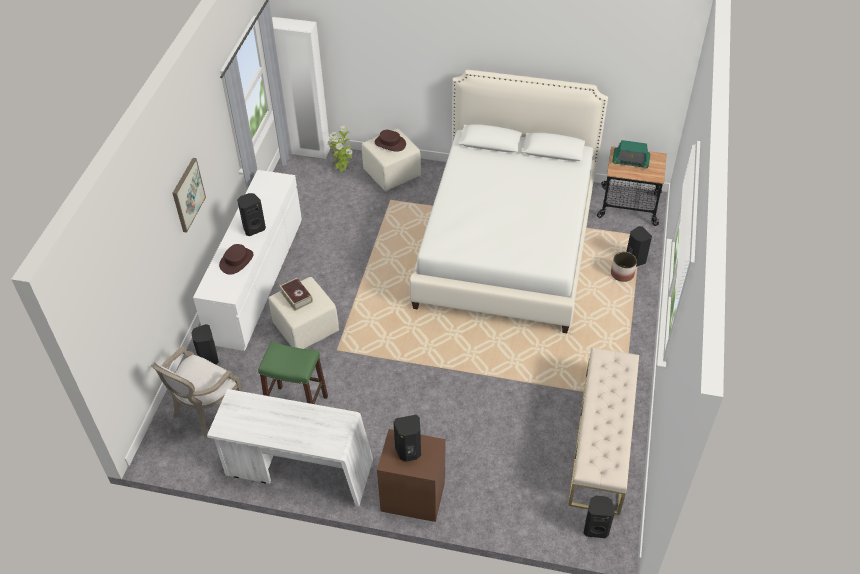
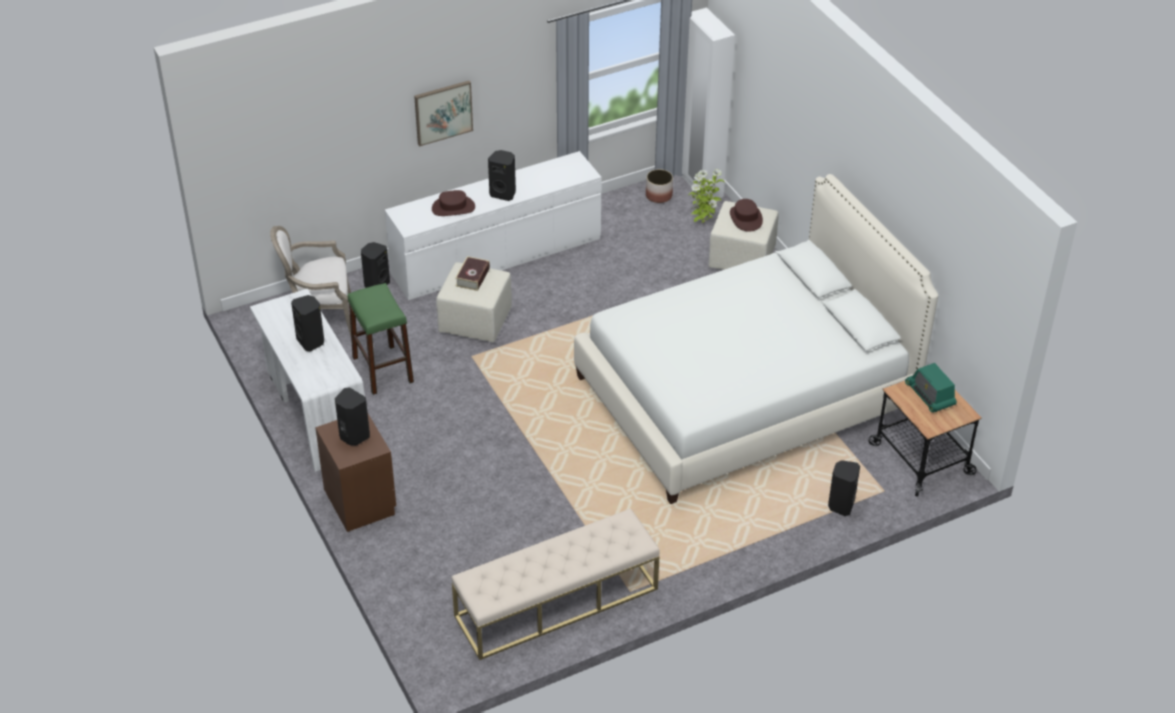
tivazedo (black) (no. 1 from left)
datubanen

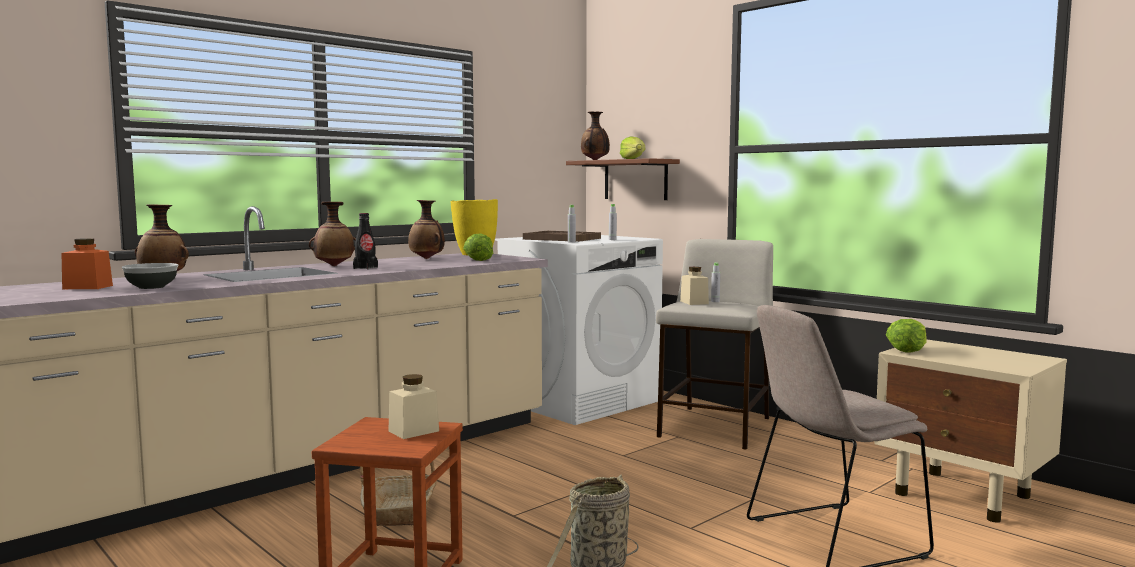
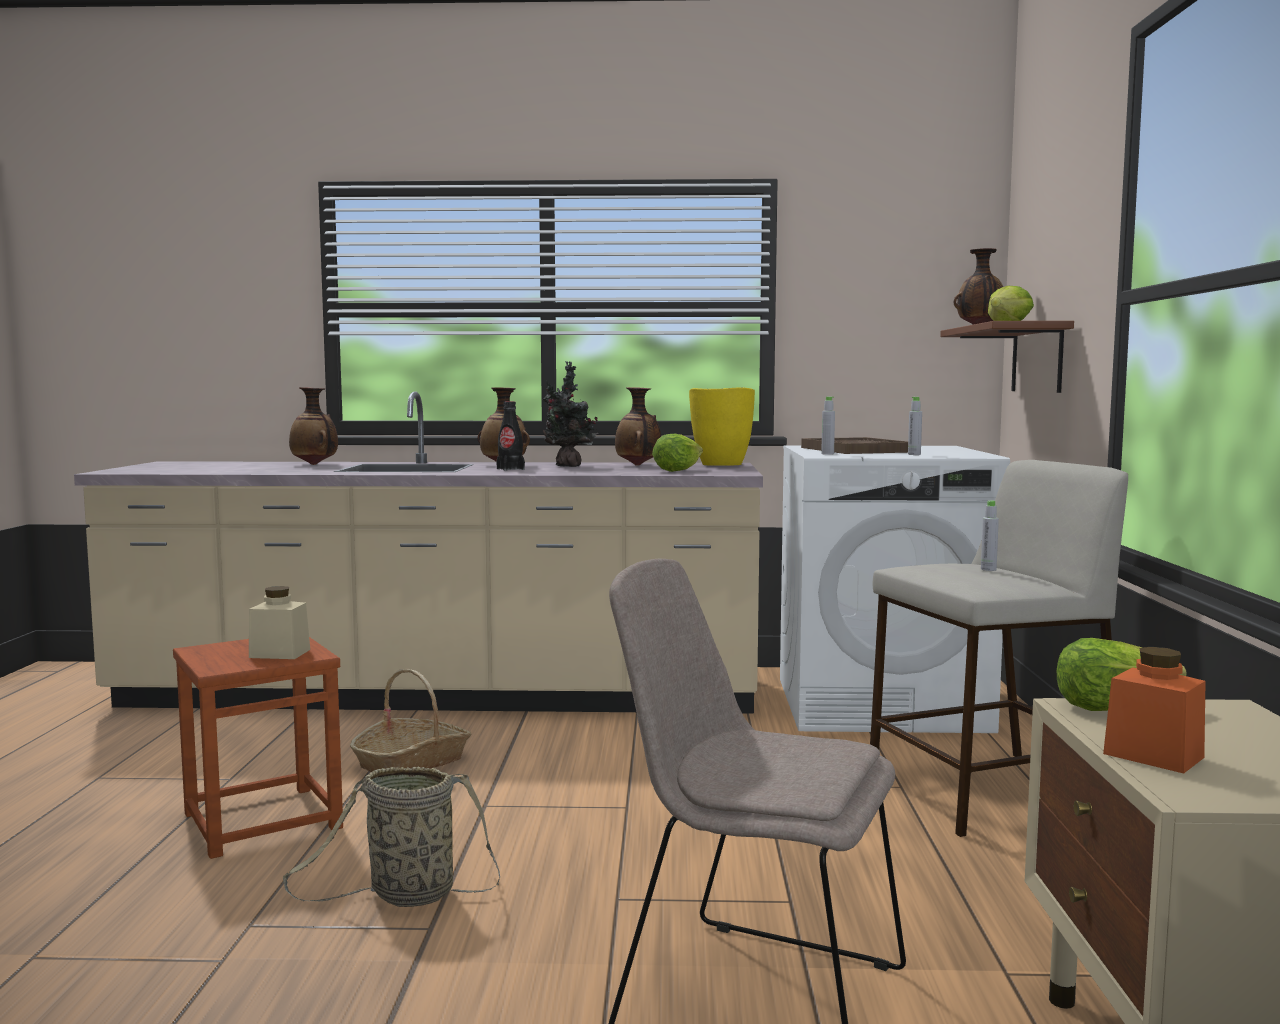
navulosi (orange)
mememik
navulosi (beige) (no. 2 from left in the first image)
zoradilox

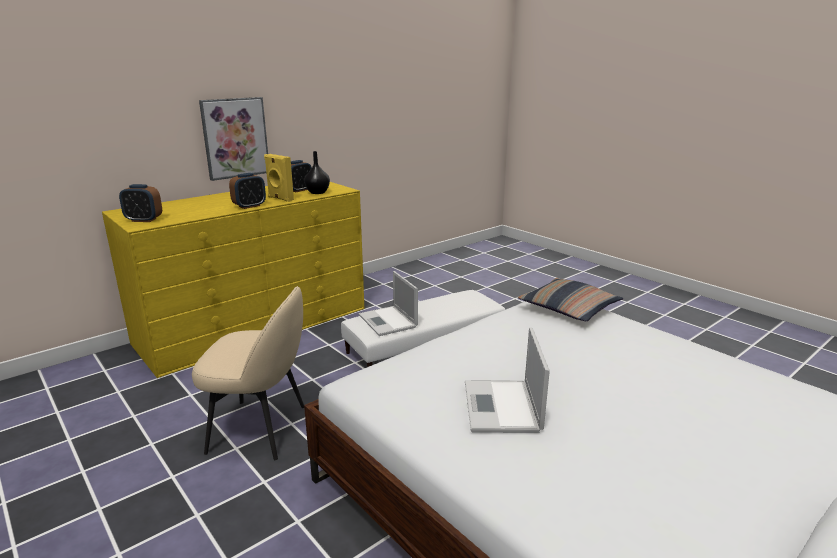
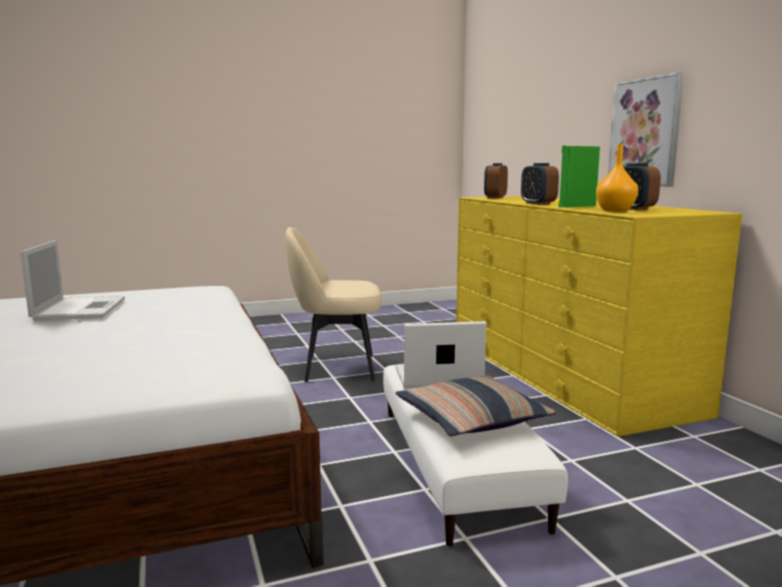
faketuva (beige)
tivazedo (green)
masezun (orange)
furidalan (no. 1 from left)
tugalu

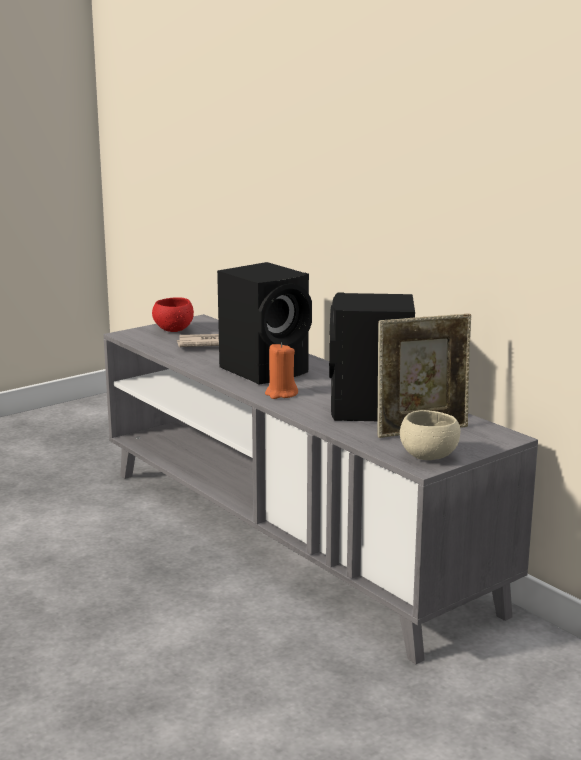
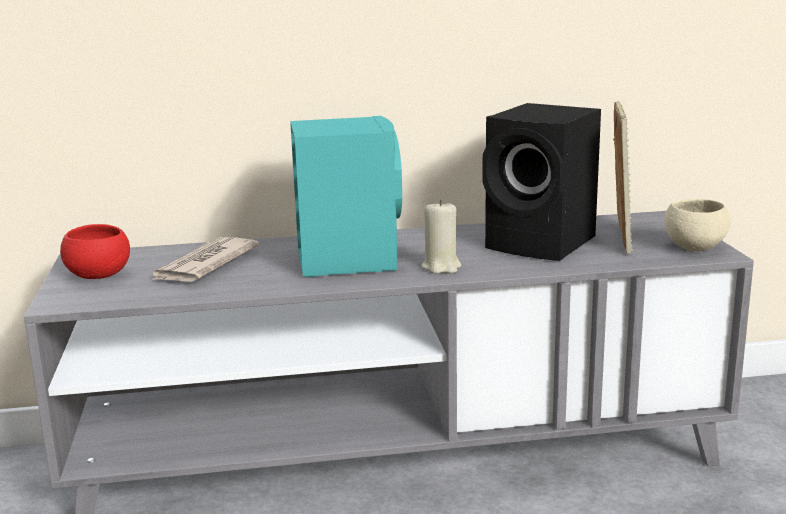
tivazedo (turquoise)
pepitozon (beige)

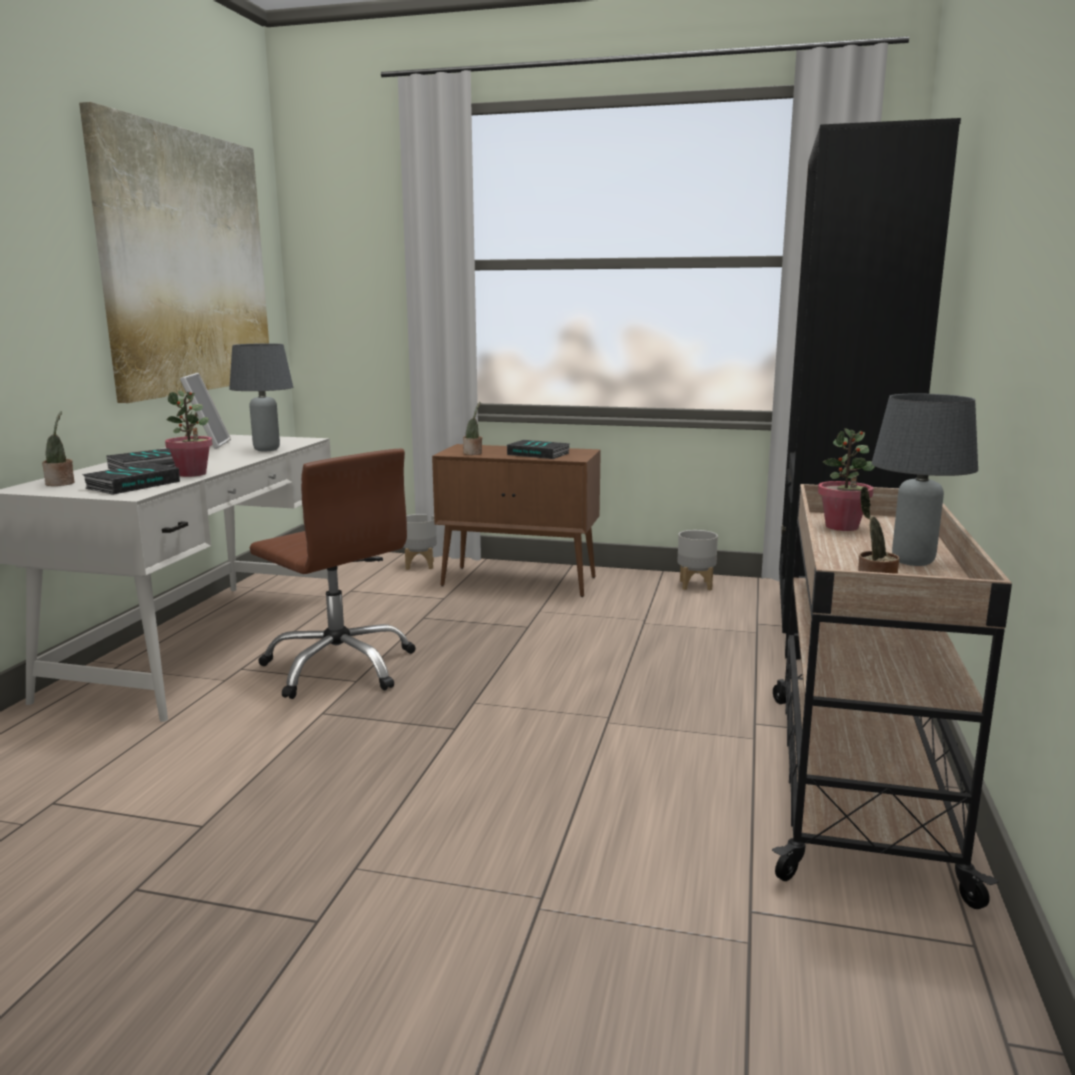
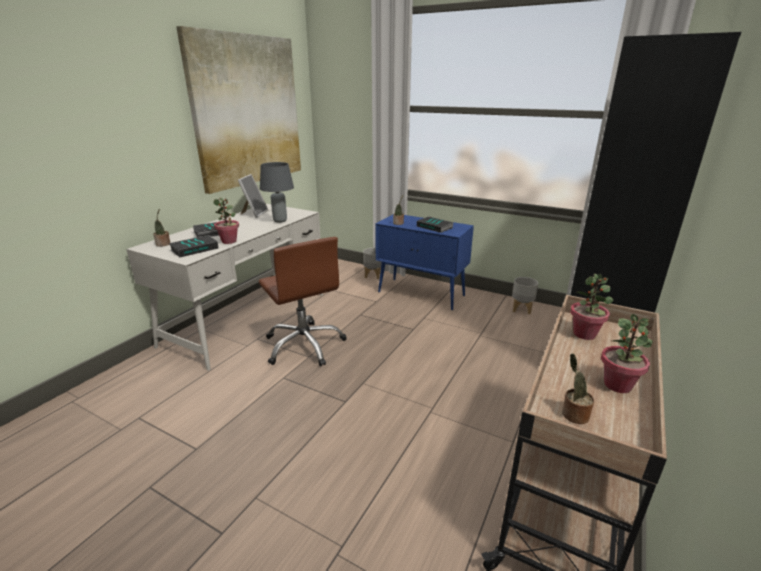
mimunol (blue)
zoradilox (no. 6 from left)

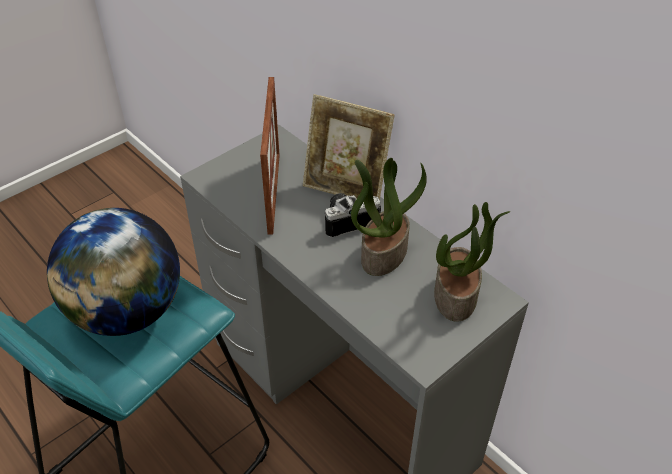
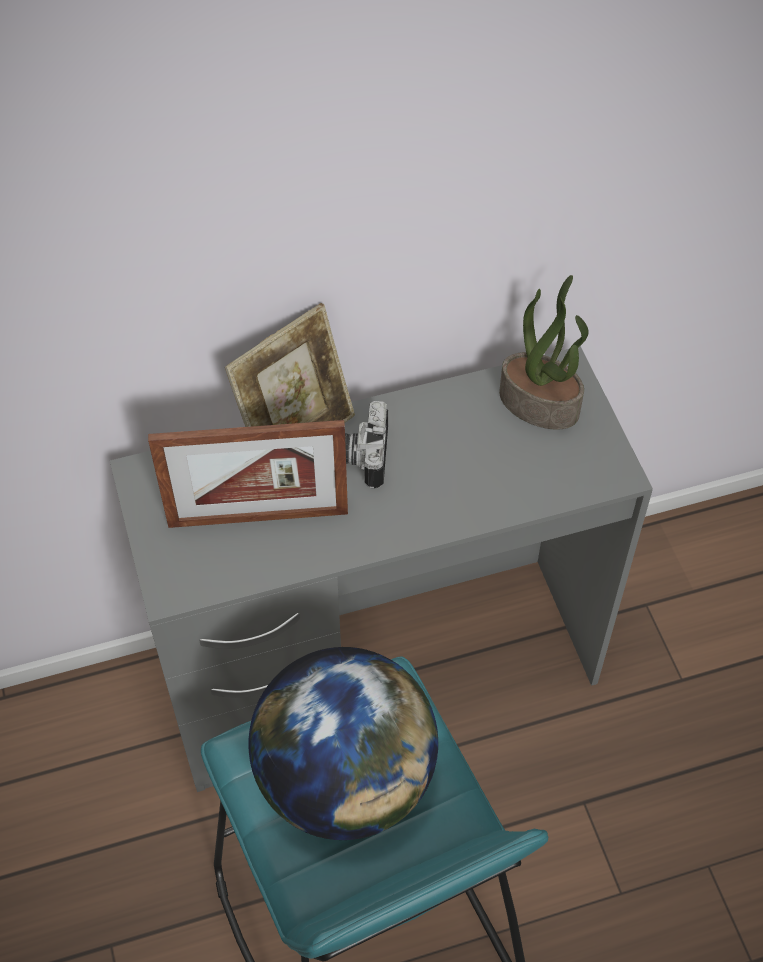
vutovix (no. 1 from left)
zoradilox (no. 1 from left in the first image)

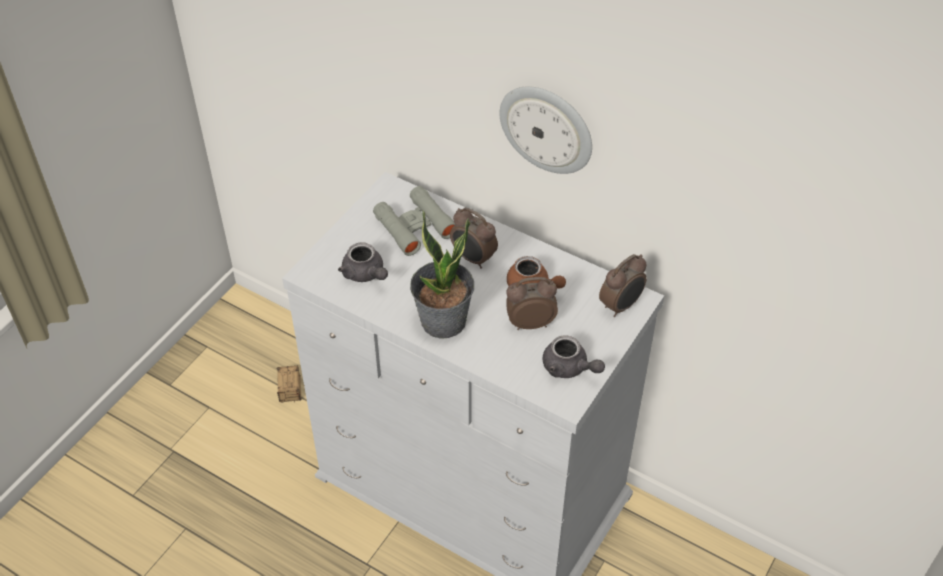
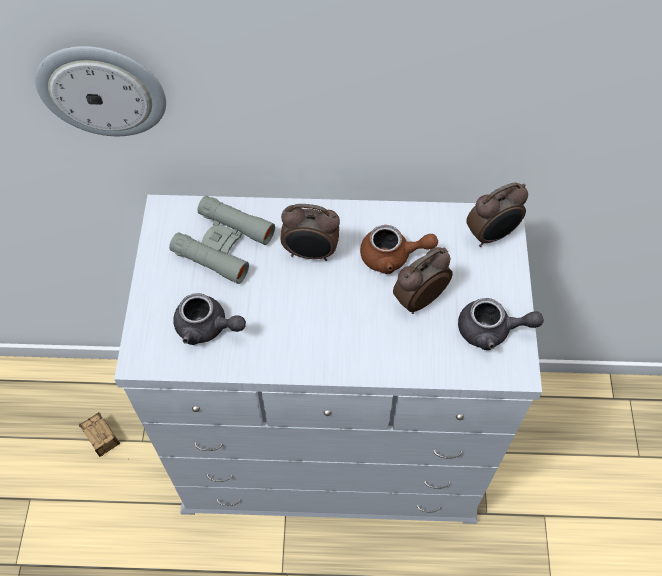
zoradilox
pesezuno
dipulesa (no. 3 from left)

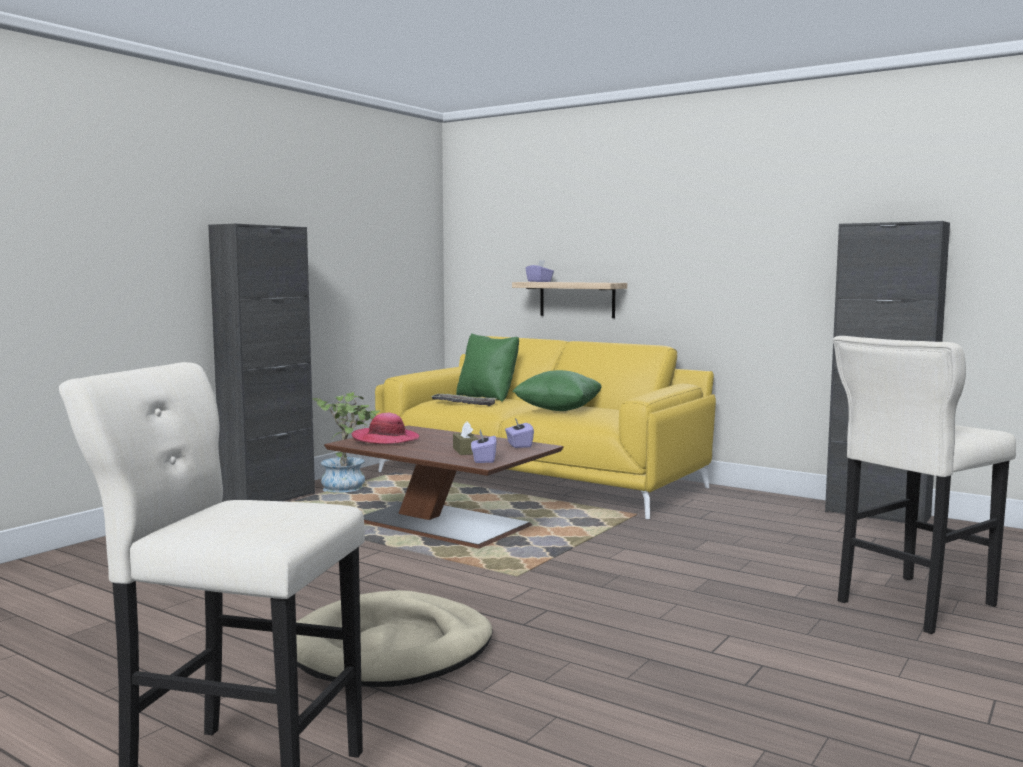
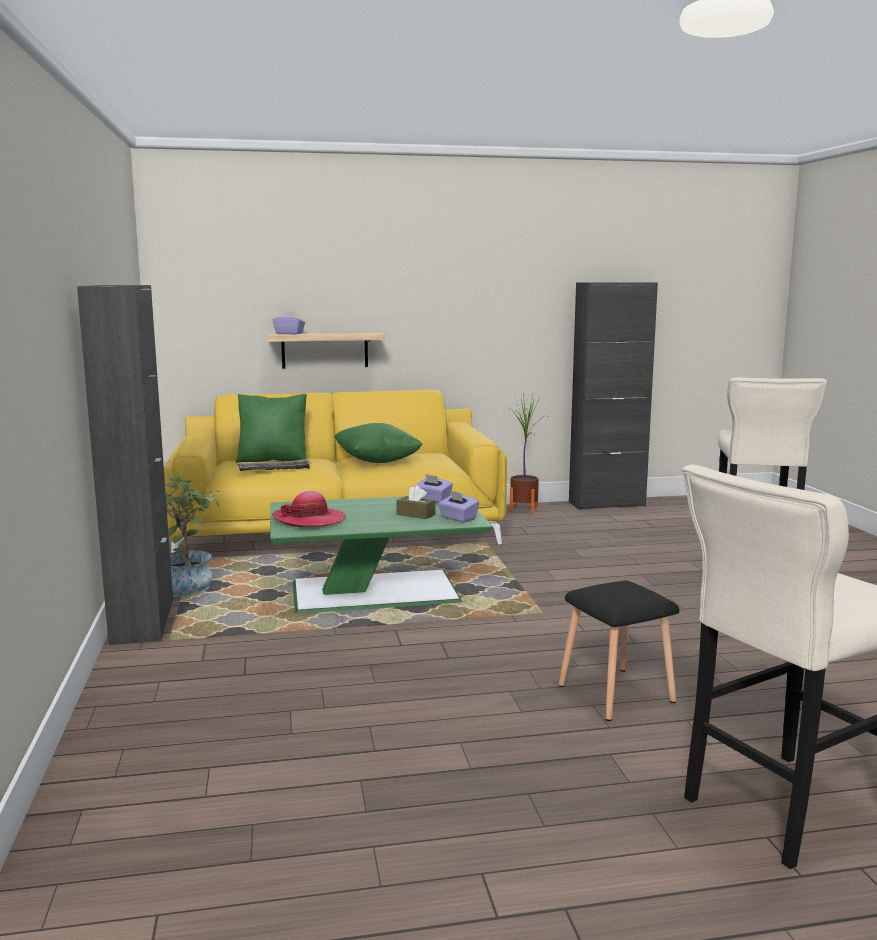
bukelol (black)
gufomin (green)
zoradilox (no. 2 from left)

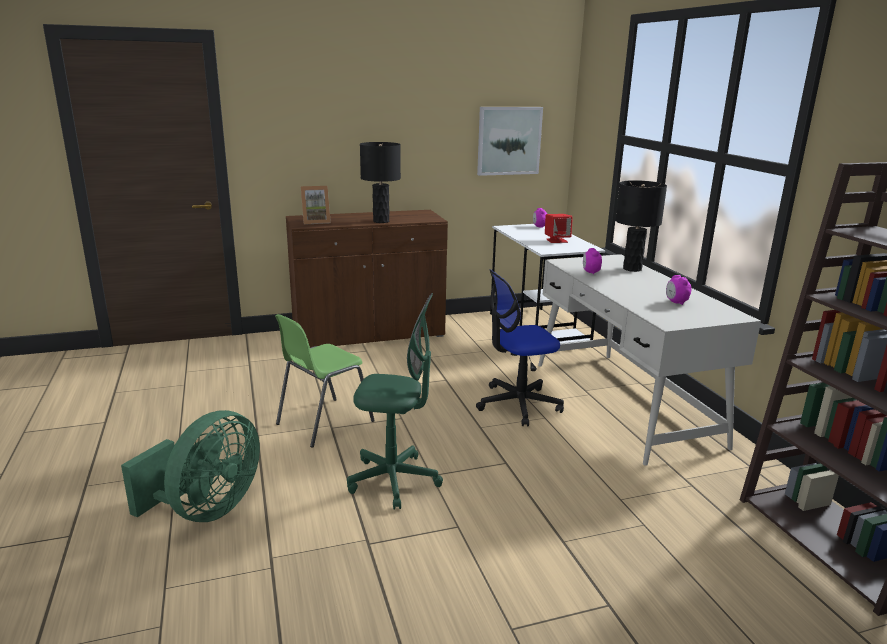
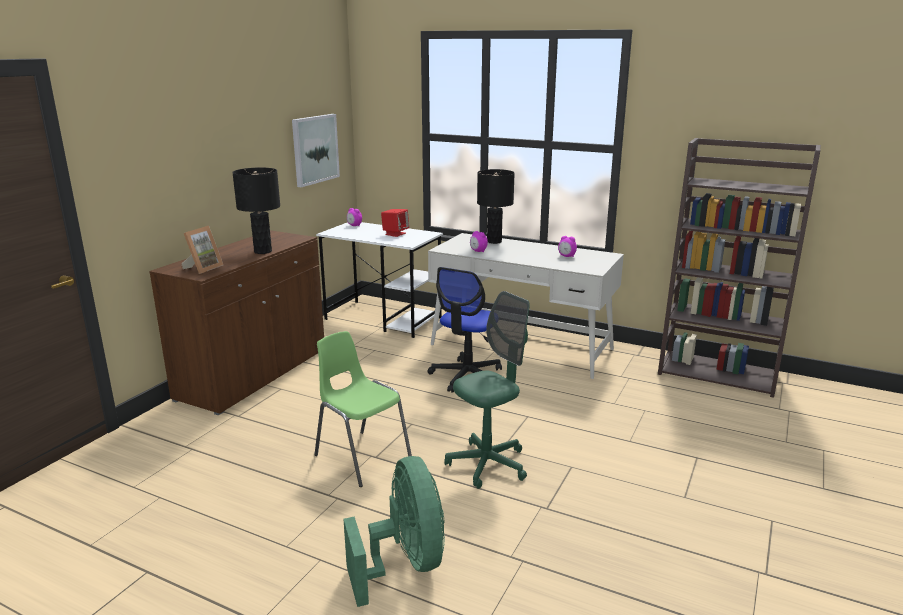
faketuva (green)

